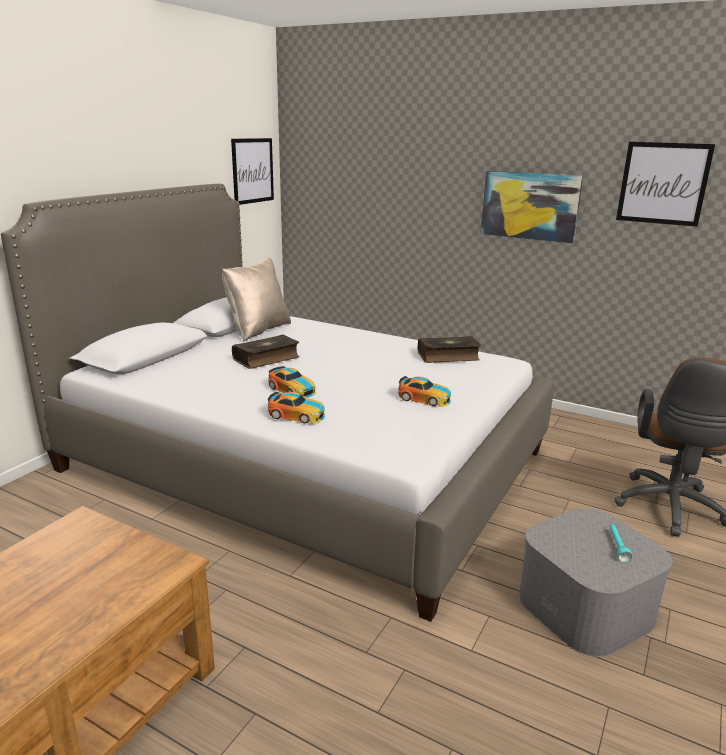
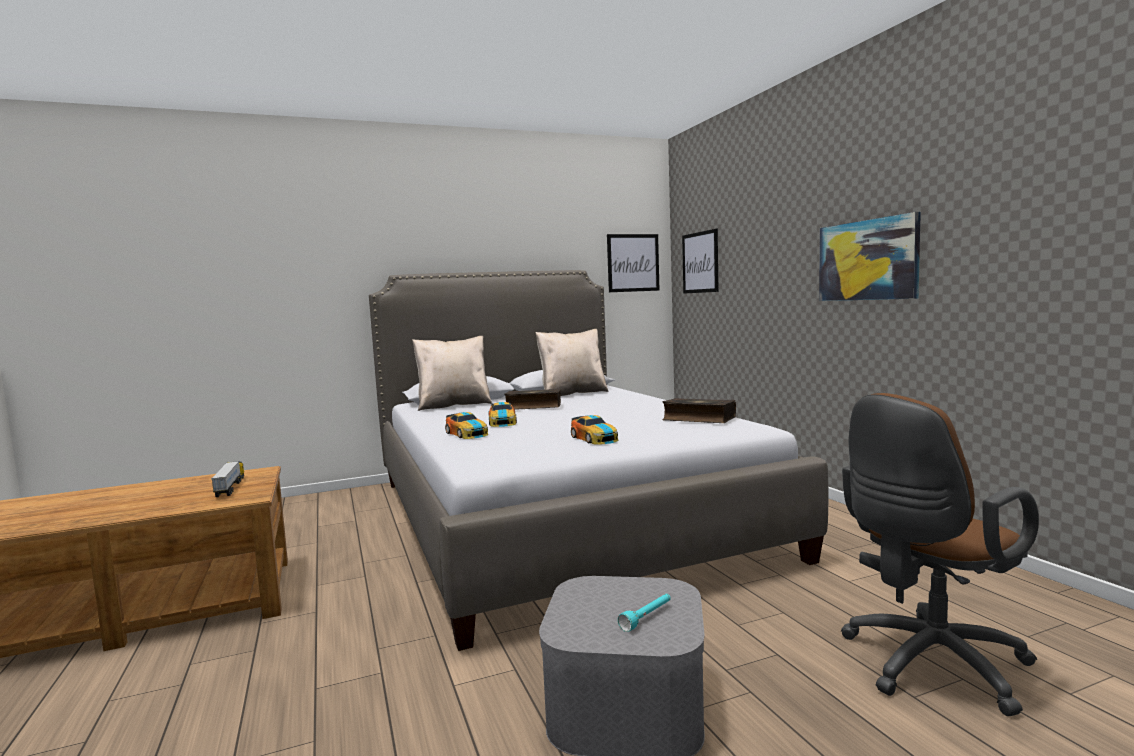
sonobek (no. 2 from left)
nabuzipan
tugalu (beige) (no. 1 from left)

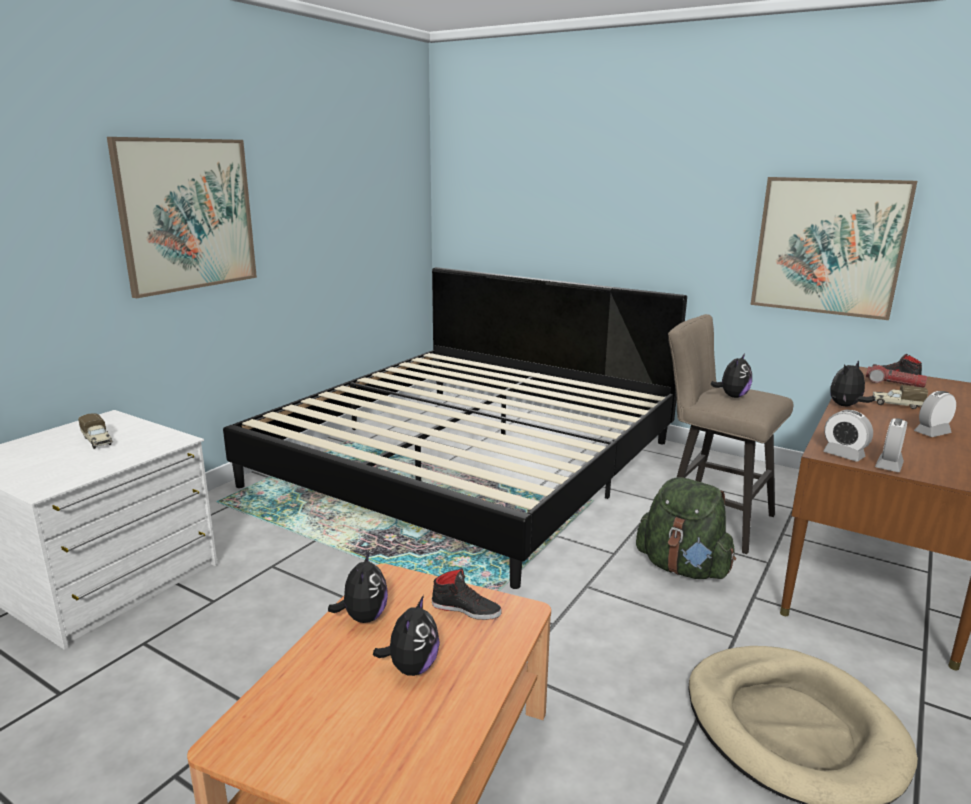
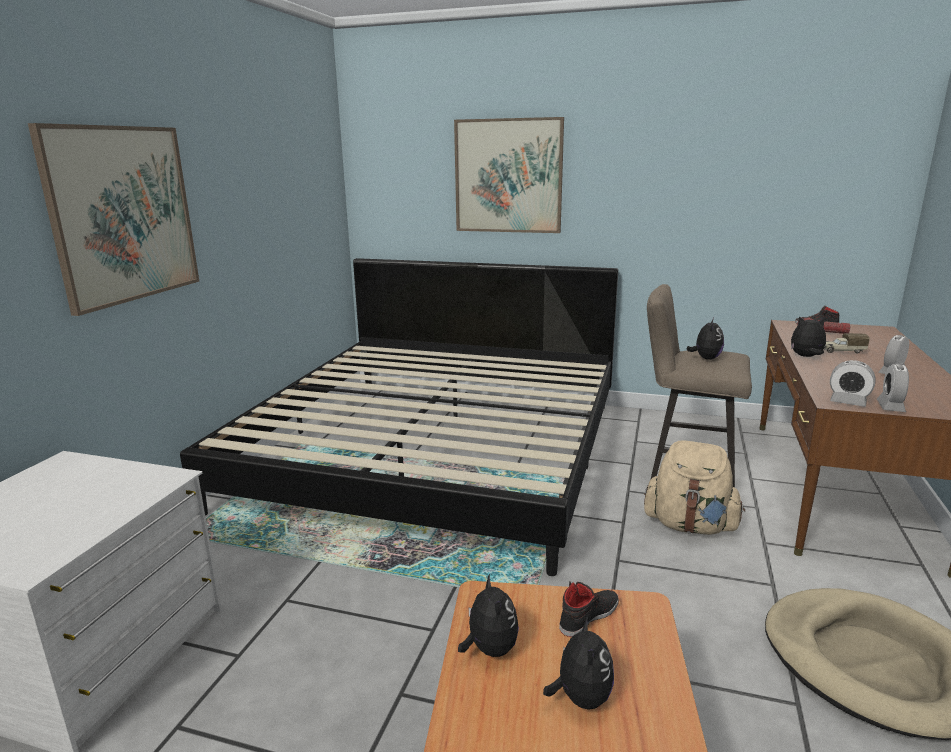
nabuzipan (no. 1 from left in the first image)
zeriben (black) (no. 1 from left)
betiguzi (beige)
sonobek (no. 2 from left)
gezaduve (no. 4 from left)

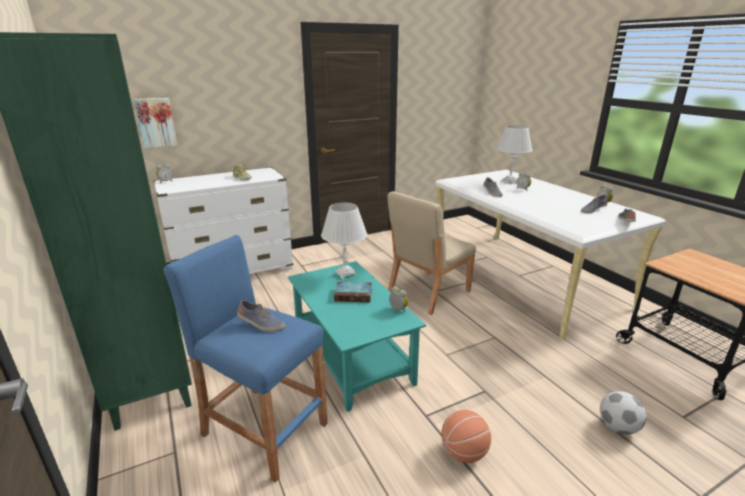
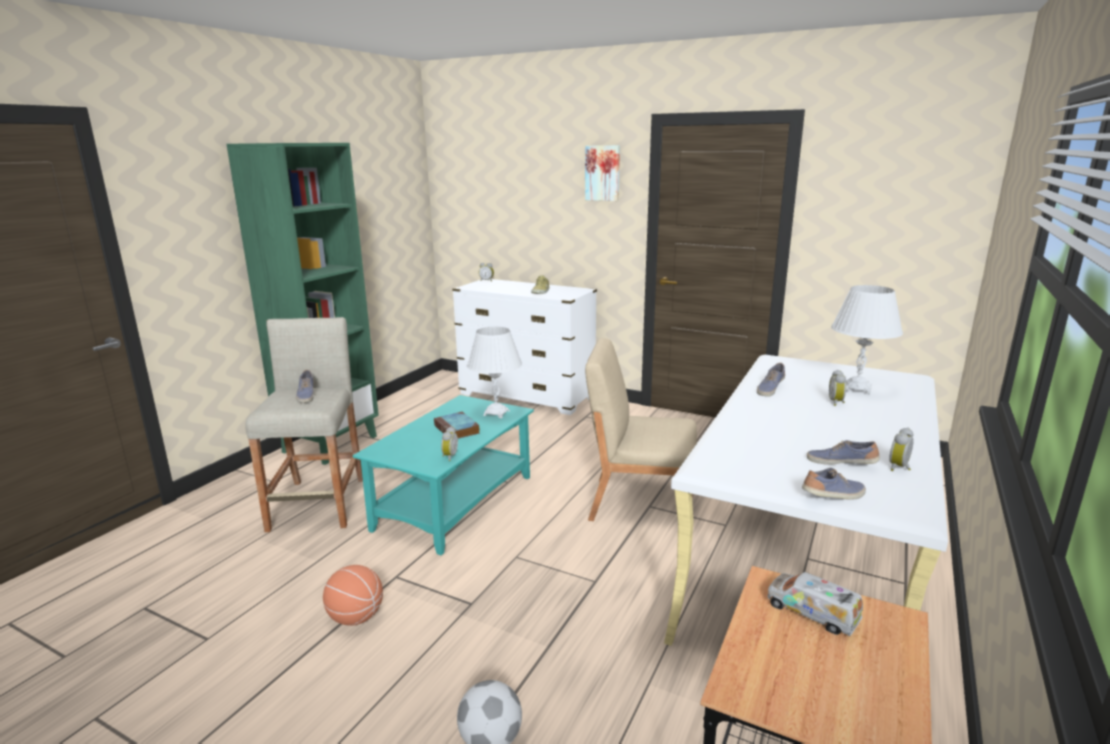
sonobek
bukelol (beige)
nabuzipan

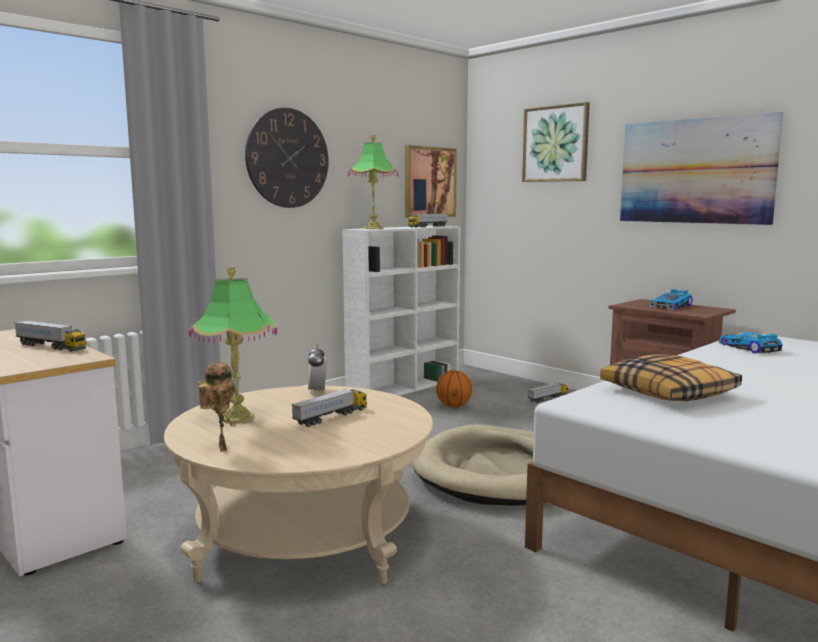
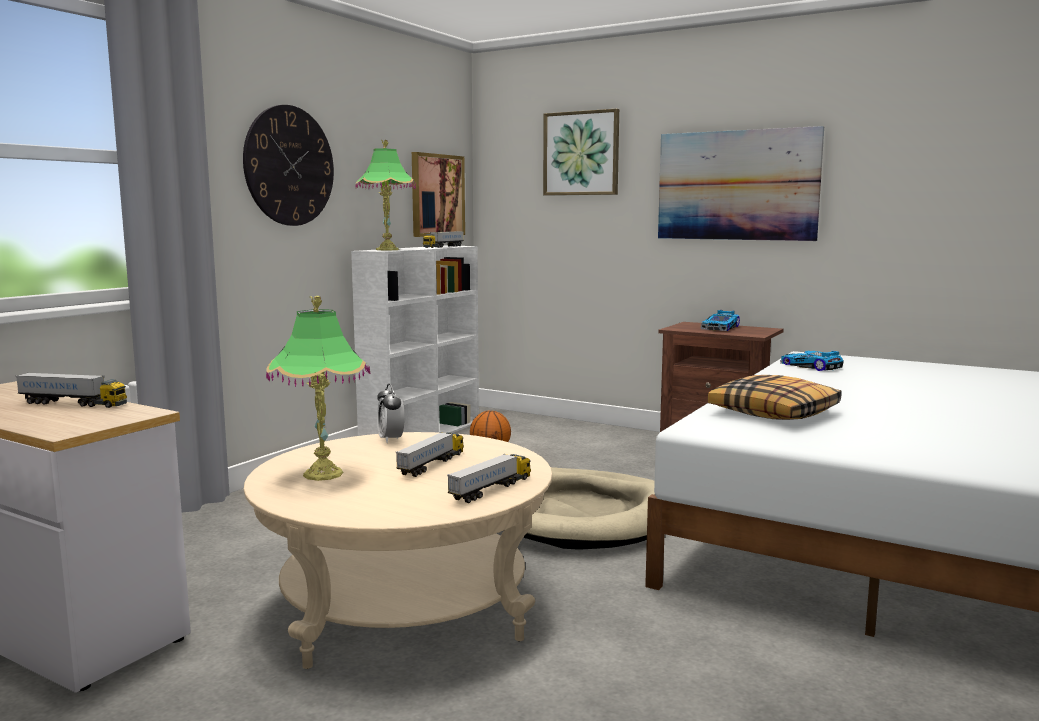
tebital
nabuzipan (no. 4 from left)

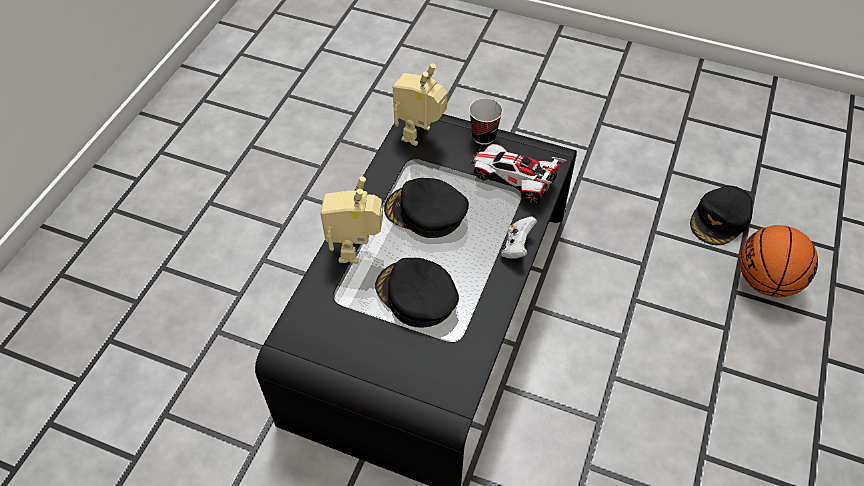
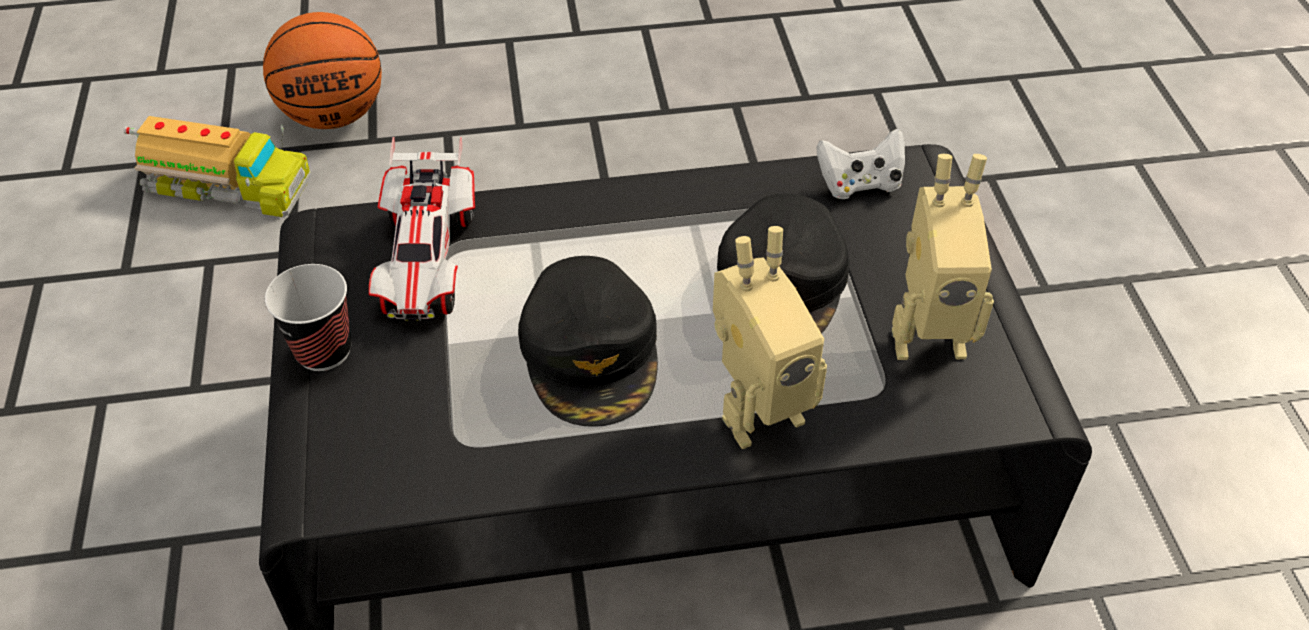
tebital (no. 2 from left)
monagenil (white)
nabuzipan

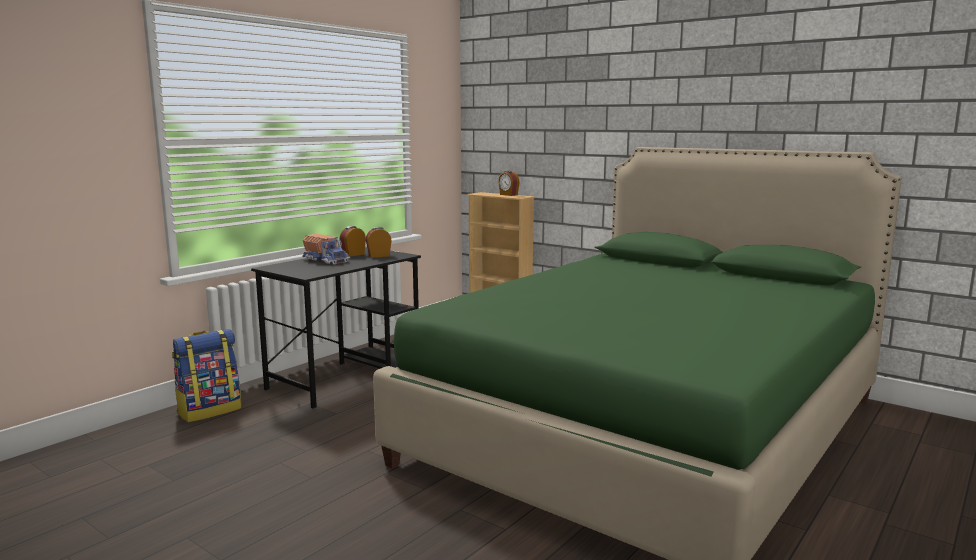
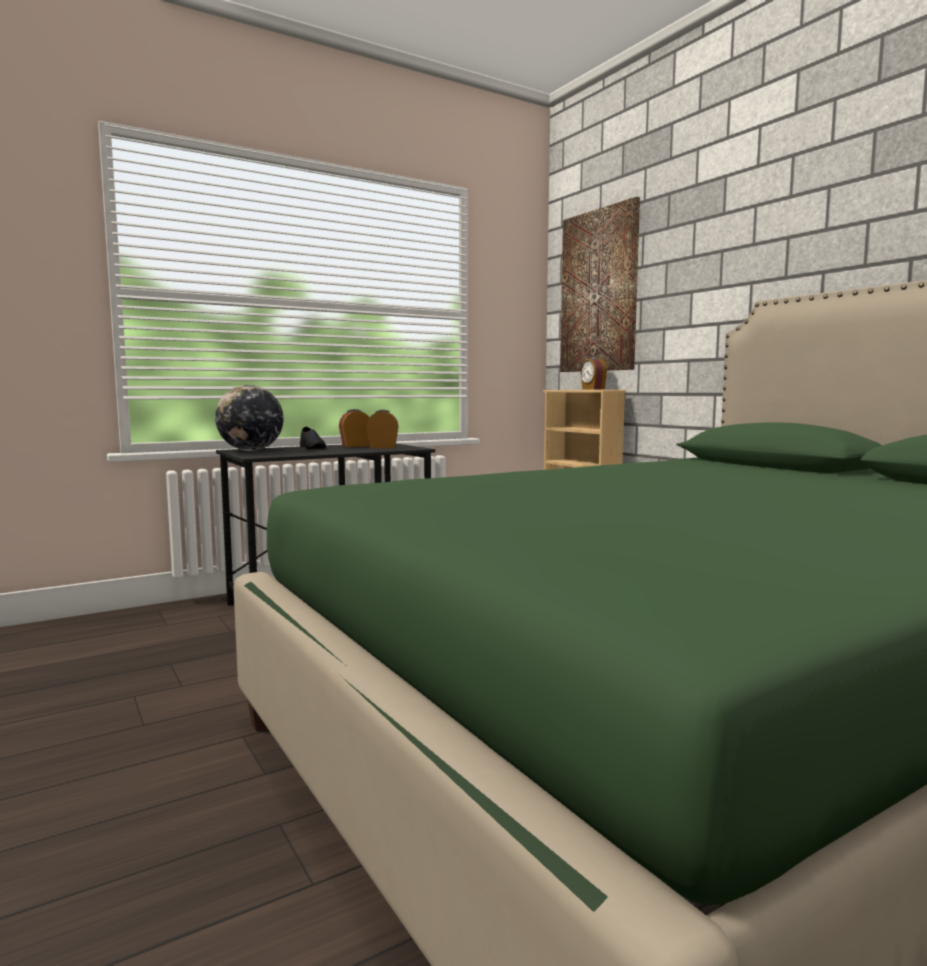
betiguzi
zeriben (black)
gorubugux
sonobek

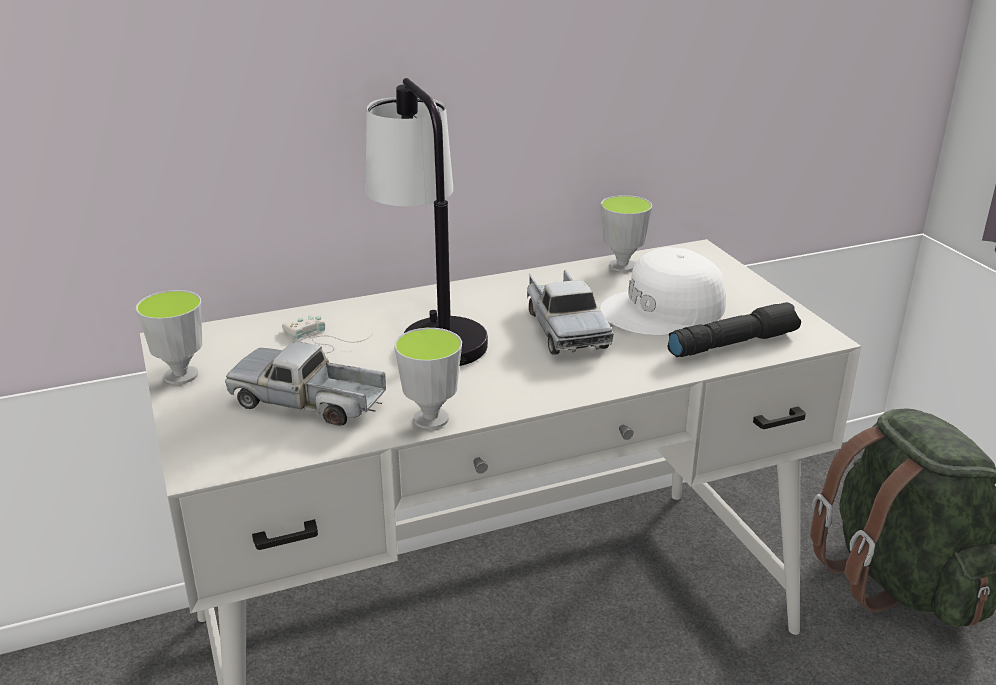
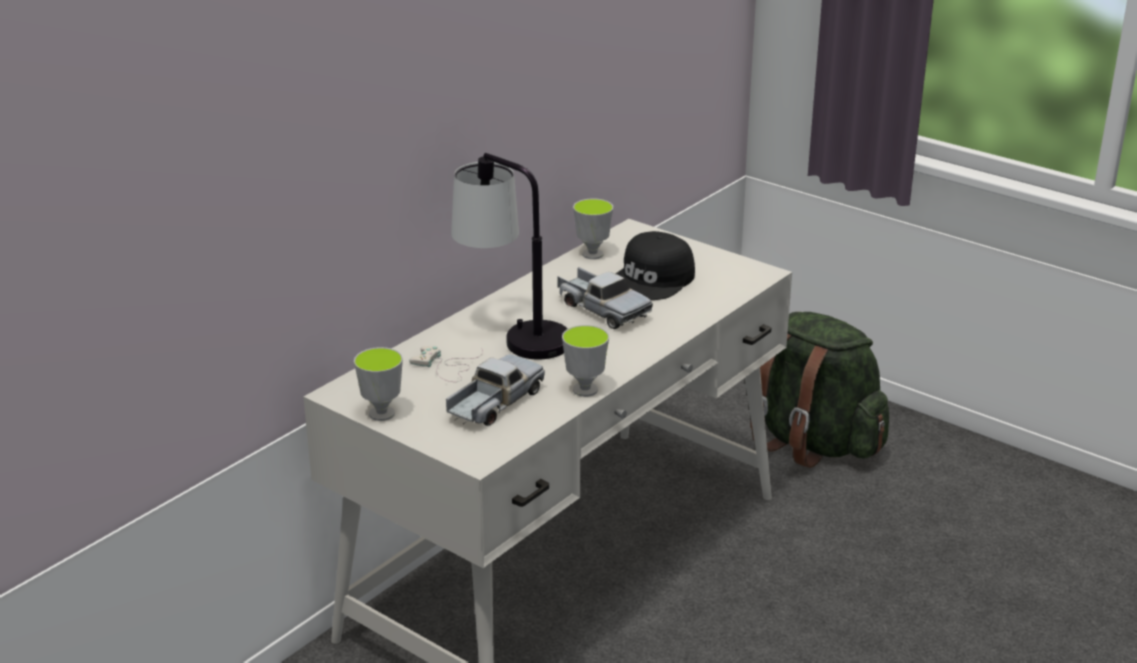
nabuzipan (no. 1 from left)
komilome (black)
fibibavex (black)

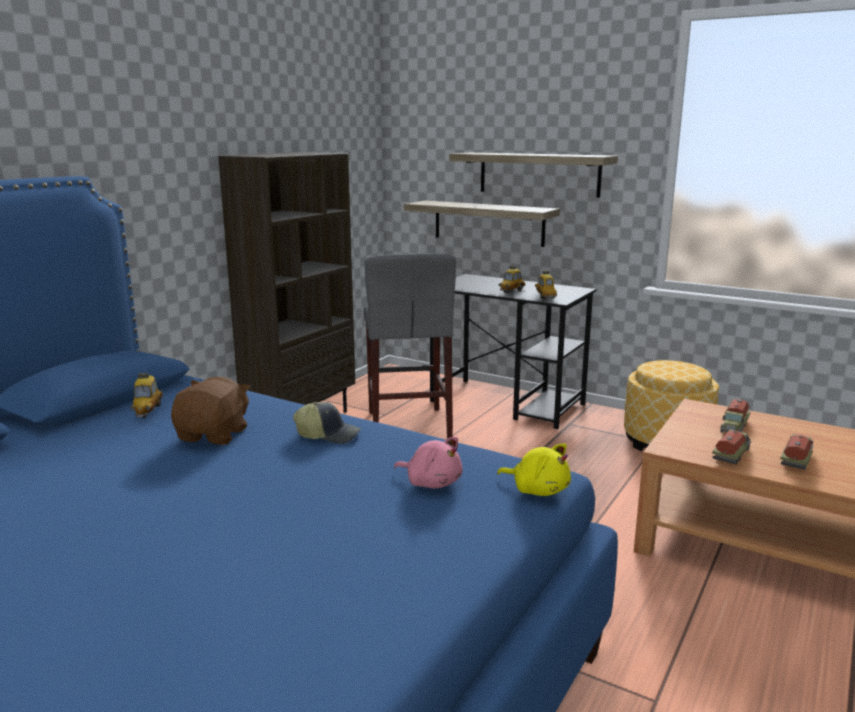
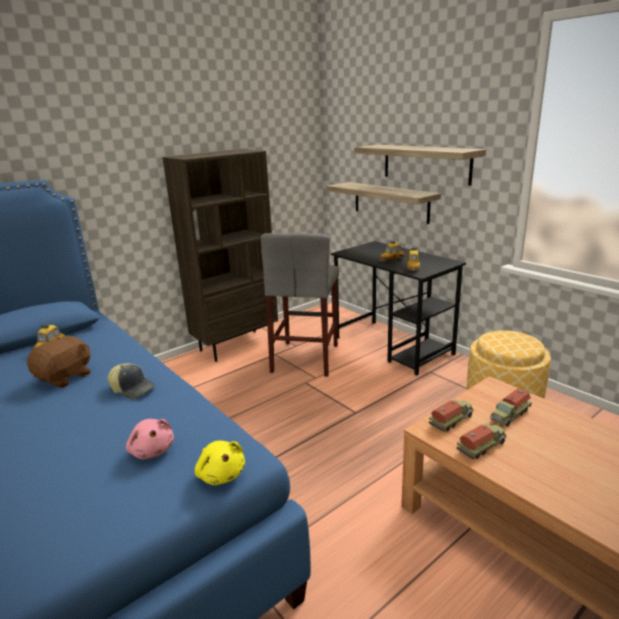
nabuzipan (no. 1 from left)

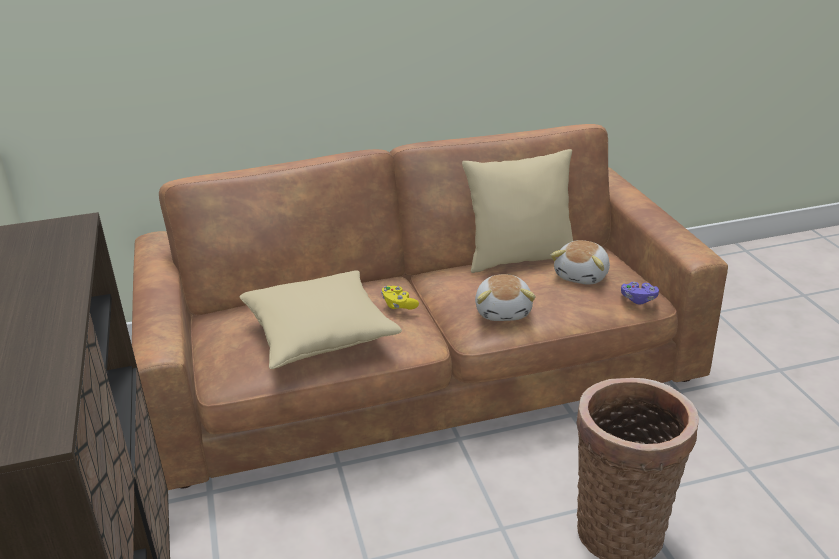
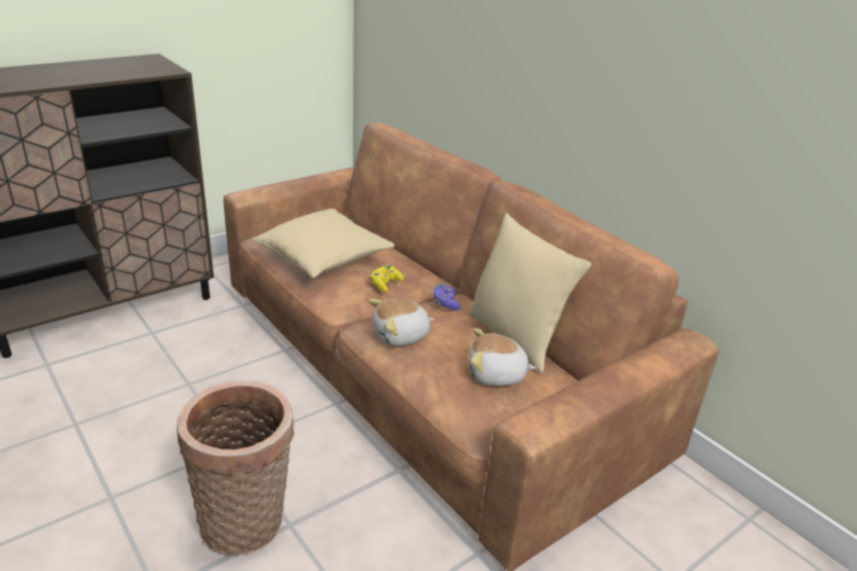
monagenil (purple)

